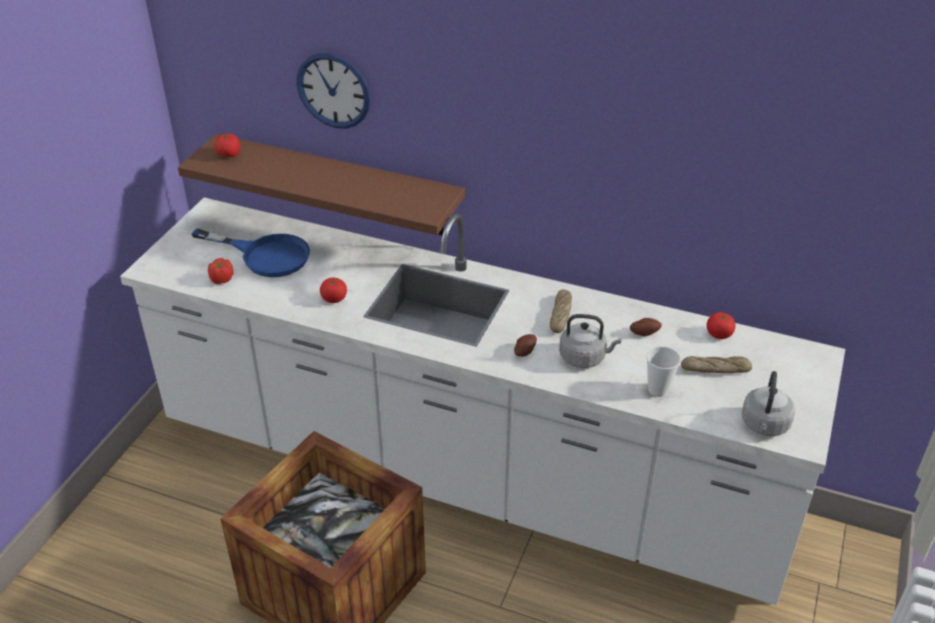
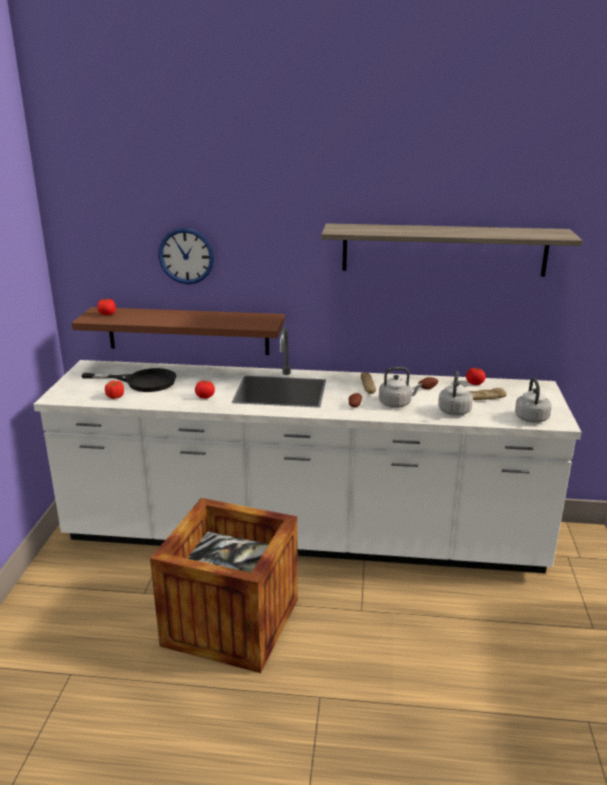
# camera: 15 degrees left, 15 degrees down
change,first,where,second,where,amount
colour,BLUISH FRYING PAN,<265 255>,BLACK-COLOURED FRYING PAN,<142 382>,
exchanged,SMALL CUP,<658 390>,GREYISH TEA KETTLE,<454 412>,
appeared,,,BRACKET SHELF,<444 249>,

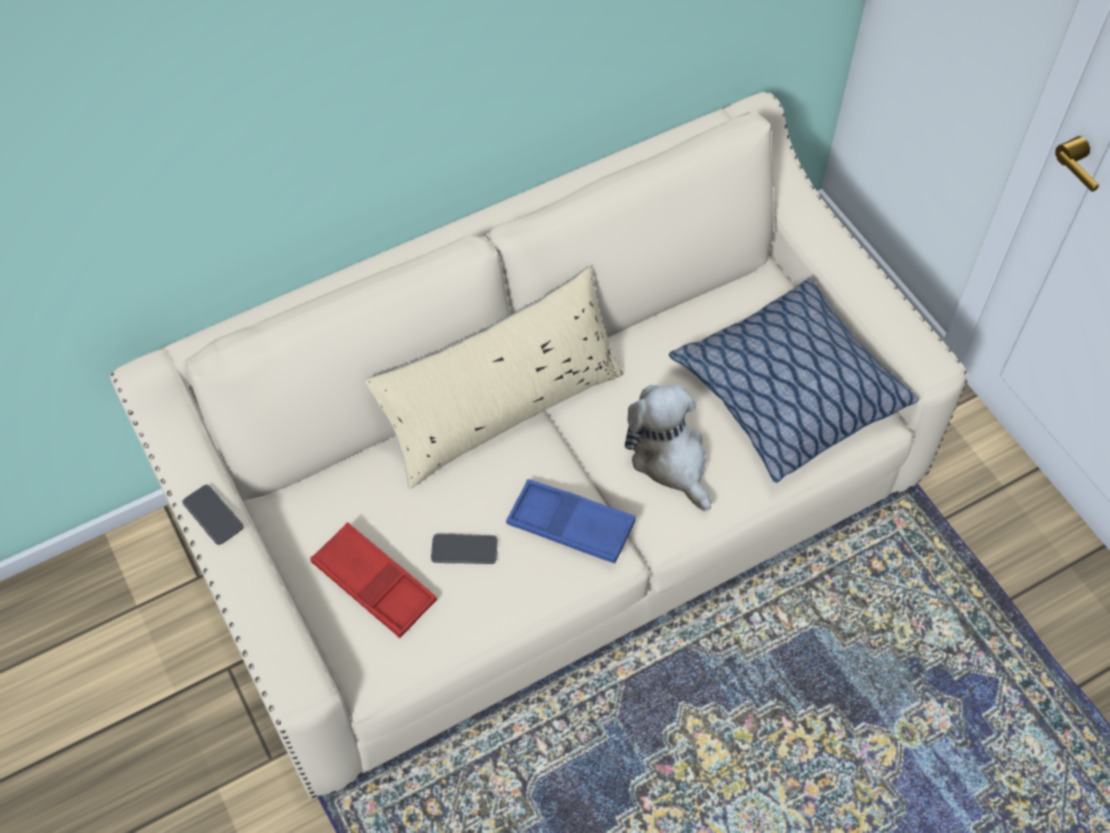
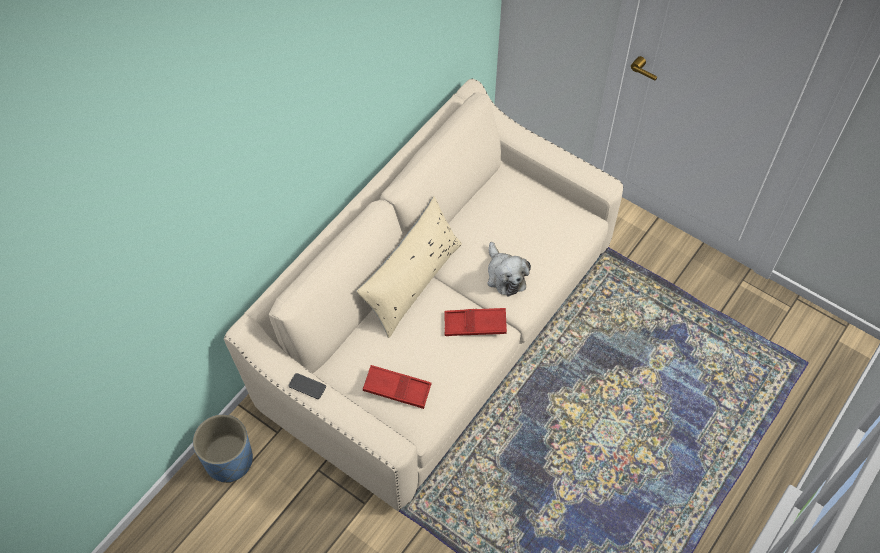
# camera: 25 degrees left, 0 degrees up
change,first,where,second,where,amount
missing,PILLOW,<788 393>,,,
spun,SOFT TOY,<670 459>,,<505 275>,150 degrees counterclockwise
colour,BLUISH TRAY,<570 525>,RED TRAY,<475 325>,
missing,HANDSET,<464 549>,,,
appeared,,,BLUISH PLANT POT,<229 460>,

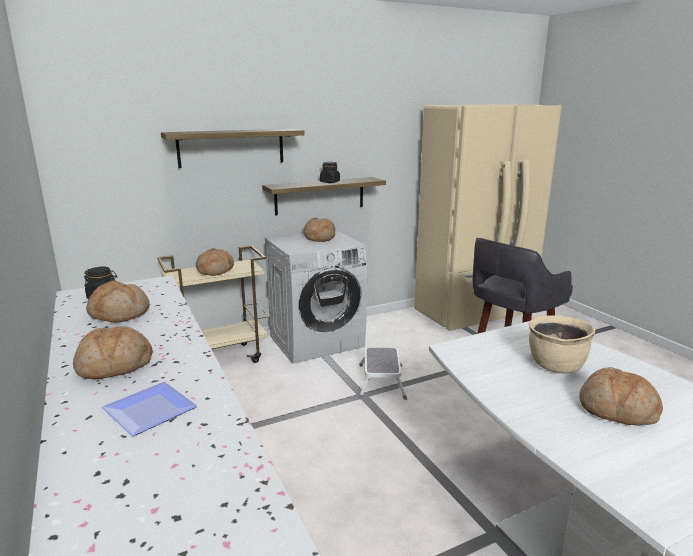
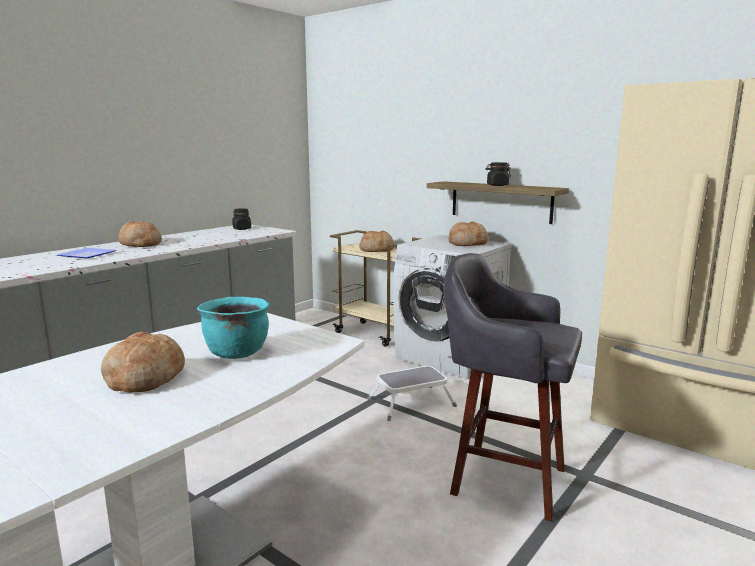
# camera: 65 degrees right, 5 degrees down
change,first,where,second,where,amount
missing,BRACKET SHELF,<231 147>,,,
missing,BAKED BREAD,<119 313>,,,
colour,SAND-COLOURED STOCKPOT,<555 366>,TURQUOISE-COLOURED STOCKPOT,<236 352>,

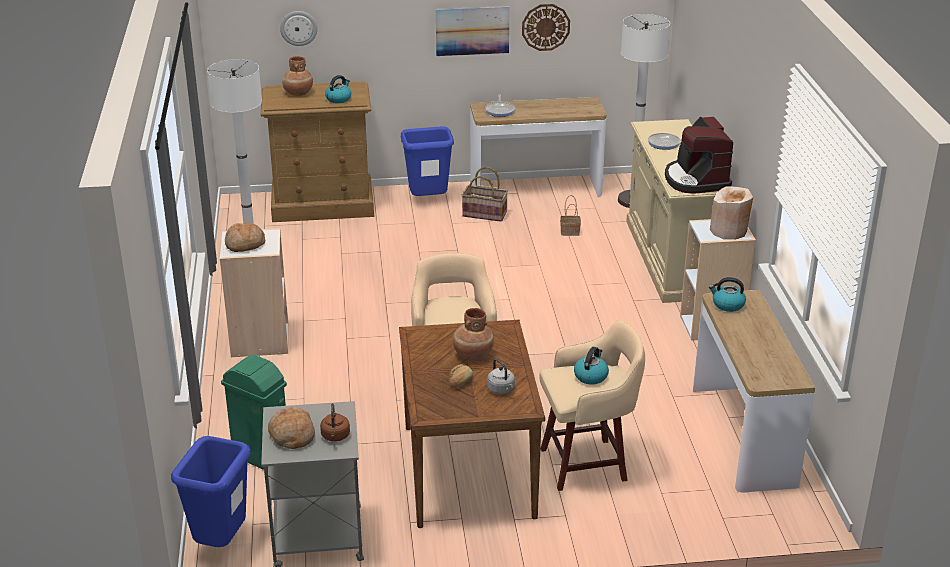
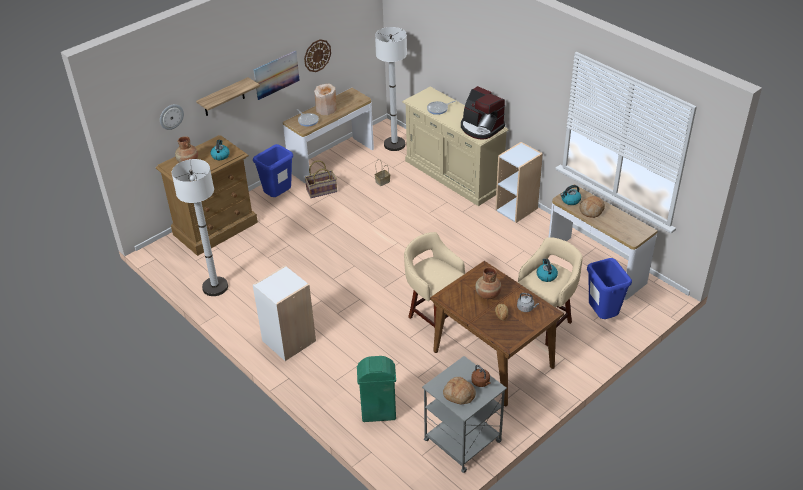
# camera: 35 degrees left, 10 degrees up
change,first,where,second,where,amount
relocated,SAND-COLOURED FLOWER VASE,<729 230>,,<326 109>,
relocated,BAKED BREAD,<245 244>,,<591 210>,
relocated,BLUISH WASTE BIN,<221 543>,,<602 315>,
appeared,,,BRACKET SHELF,<224 97>,

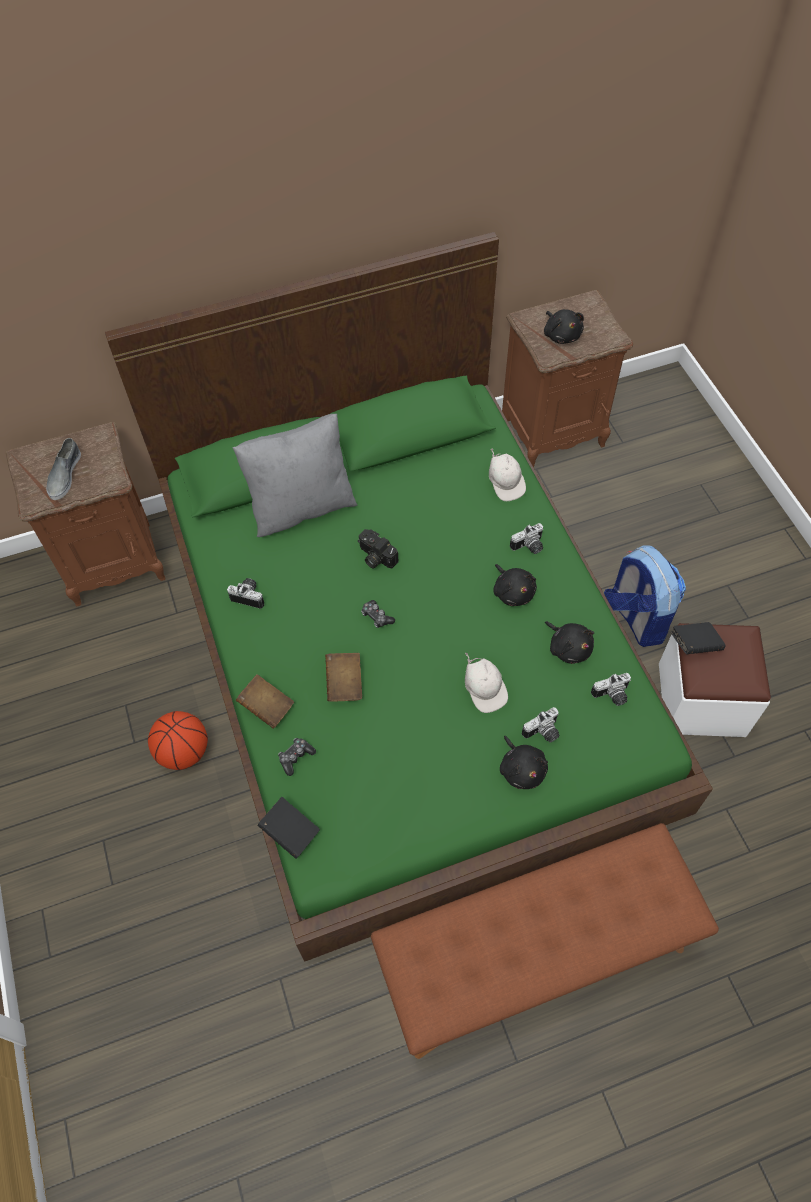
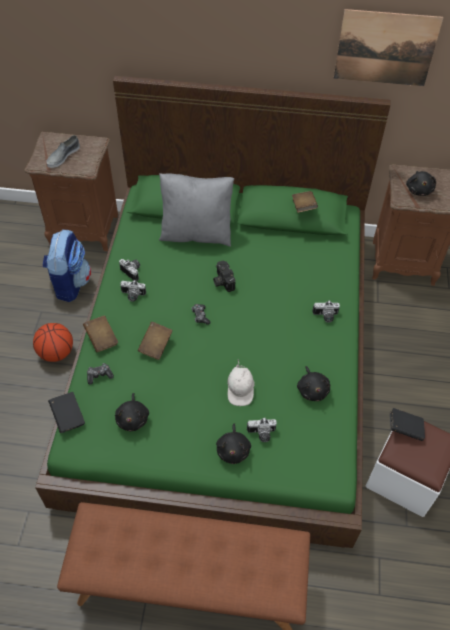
# camera: 25 degrees right, 5 degrees down
change,first,where,second,where,amount
missing,WHITISH PEAKED CAP,<505 483>,,,
relocated,KNAPSACK,<635 618>,,<70 283>,
relocated,BLACK-COLOURED SOFT TOY,<513 591>,,<133 418>,
relocated,STILL CAMERA,<612 696>,,<132 296>,
appeared,,,WALL PICTURE,<385 48>,
appeared,,,BROWN BOOK,<303 207>,

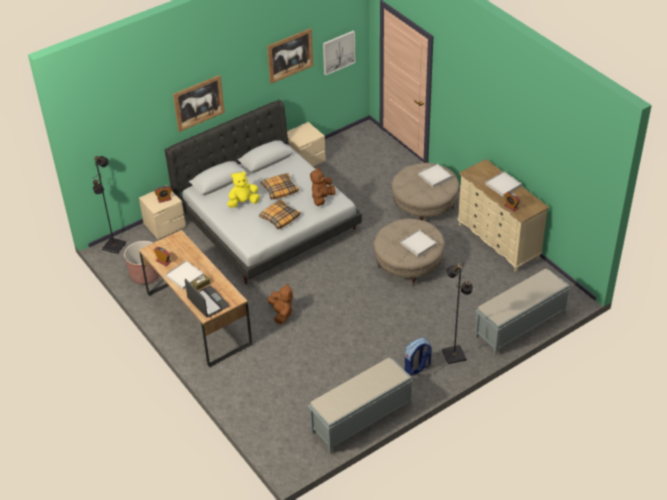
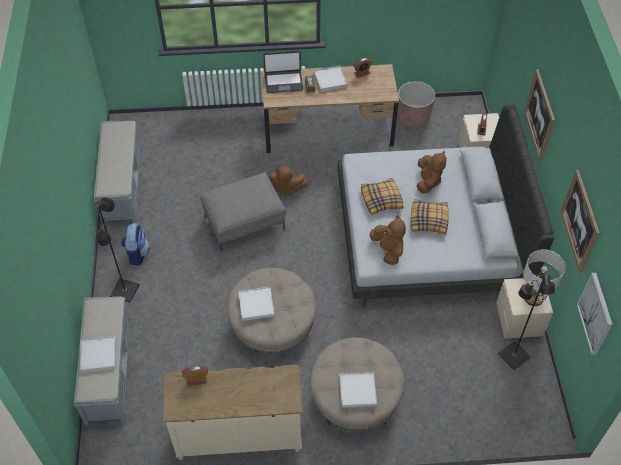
# camera: 120 degrees right, 10 degrees up
change,first,where,second,where,amount
relocated,BLACK-COLOURED FLOOR LAMP,<114 246>,,<513 355>,
relocated,WHITISH TRAY,<503 185>,,<98 355>,
colour,YELLOW SOFT TOY,<243 202>,BROWN SOFT TOY,<428 181>,
appeared,,,GREYISH FOOTREST,<244 222>,
appeared,,,LAMP FOR A TABLE,<533 298>,

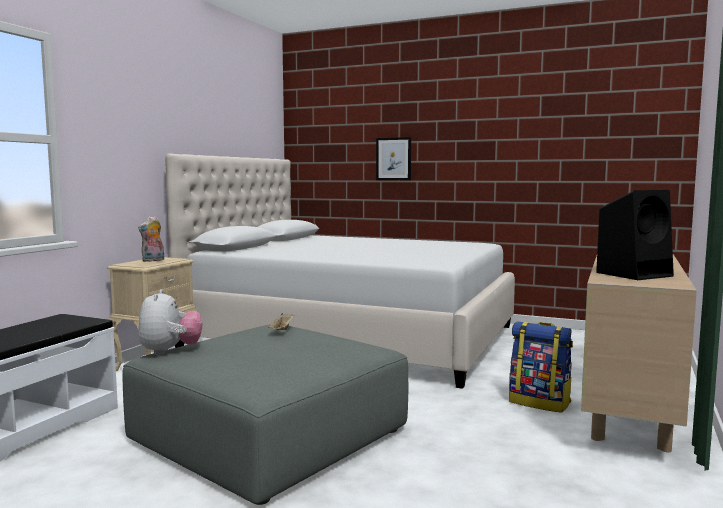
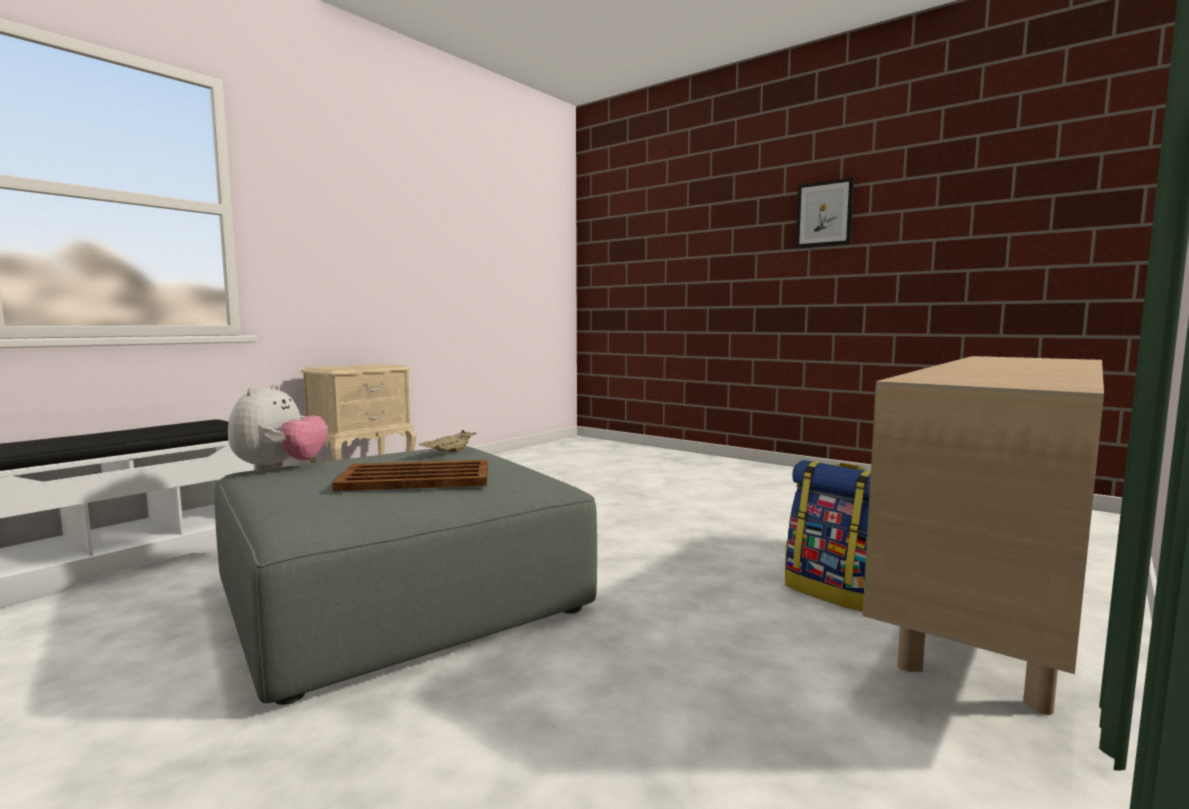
# camera: 15 degrees right, 0 degrees up
change,first,where,second,where,amount
relocated,WALL PICTURE,<393 159>,,<824 214>,
missing,WHITISH BED,<353 336>,,,
missing,BLACK-COLOURED AUDIO SPEAKER,<634 274>,,,
missing,SOFT TOY,<153 260>,,,
appeared,,,BROWN TRAY,<414 478>,

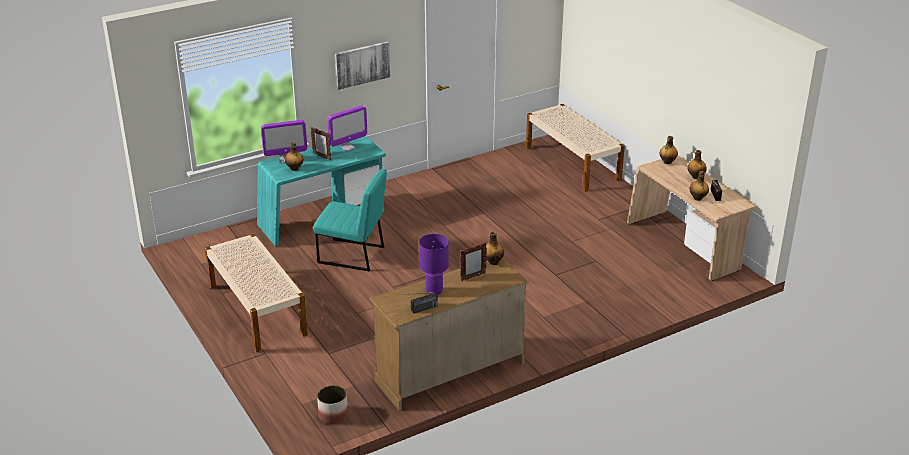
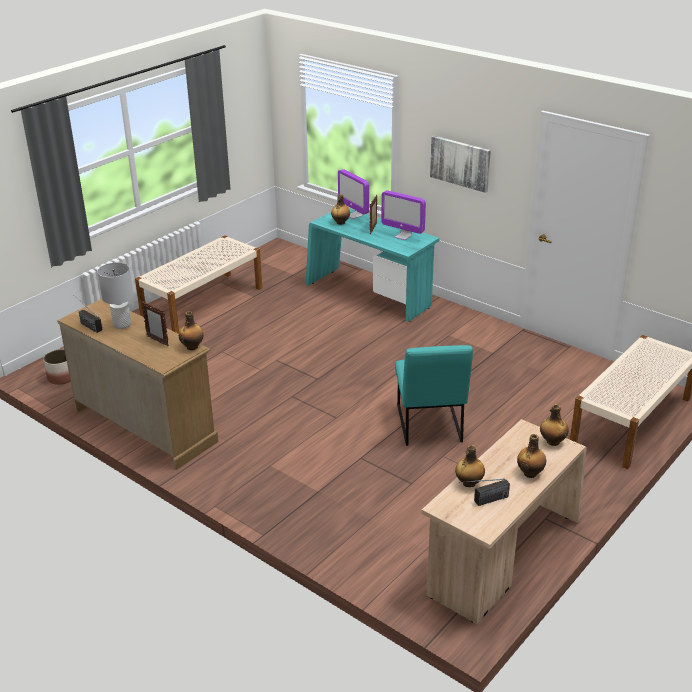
# camera: 70 degrees right, 0 degrees up
change,first,where,second,where,amount
relocated,TURQUOISE-COLOURED CHAIR,<353 255>,,<429 425>,
colour,PURPLE-COLOURED LAMP FOR A TABLE,<434 292>,GREYISH LAMP FOR A TABLE,<122 326>,

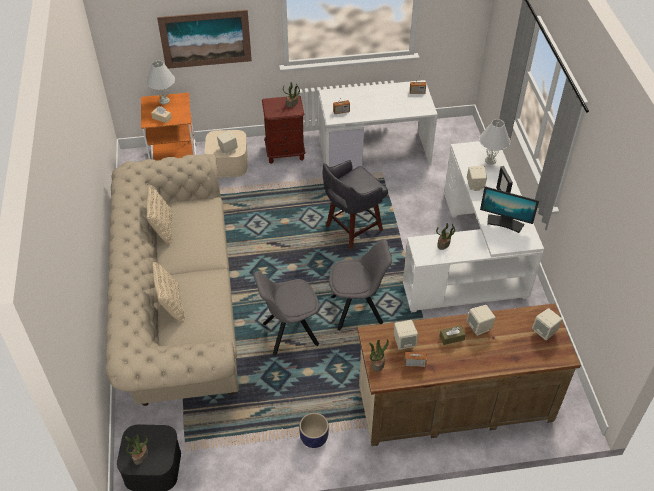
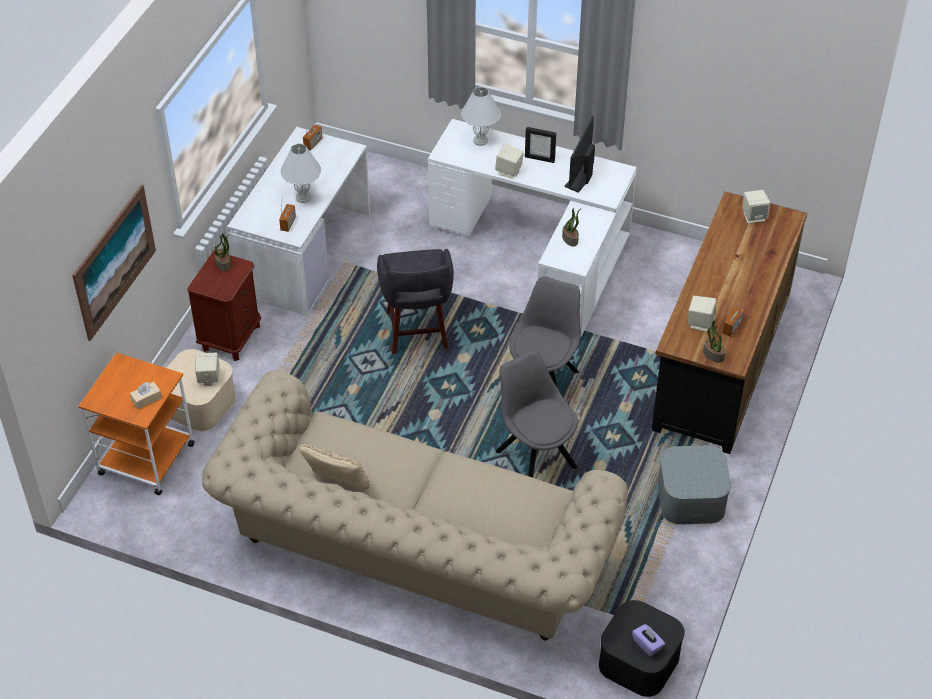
# camera: 60 degrees left, 0 degrees up
change,first,where,second,where,amount
relocated,WHITISH LAMP FOR A TABLE,<164 101>,,<303 197>,
spun,COMPUTER DISPLAY,<505 223>,,<580 176>,150 degrees clockwise
missing,SAND-COLOURED PILLOW,<171 306>,,,
spun,GREYISH CHAIR,<289 333>,,<535 459>,135 degrees clockwise
colour,SAND-COLOURED CHEST OF DRAWERS,<453 404>,BLACK-COLOURED CHEST OF DRAWERS,<720 364>,
missing,SAND-COLOURED AUDIO SPEAKER,<479 327>,,,
missing,BROWN TISSUE BOX,<452 338>,,,
exchanged,PLANT POT,<314 438>,GREYISH STORAGE BOX,<691 497>,
exchanged,PLANT IN A POT,<140 455>,PURPLE-COLOURED TISSUE BOX,<647 645>,

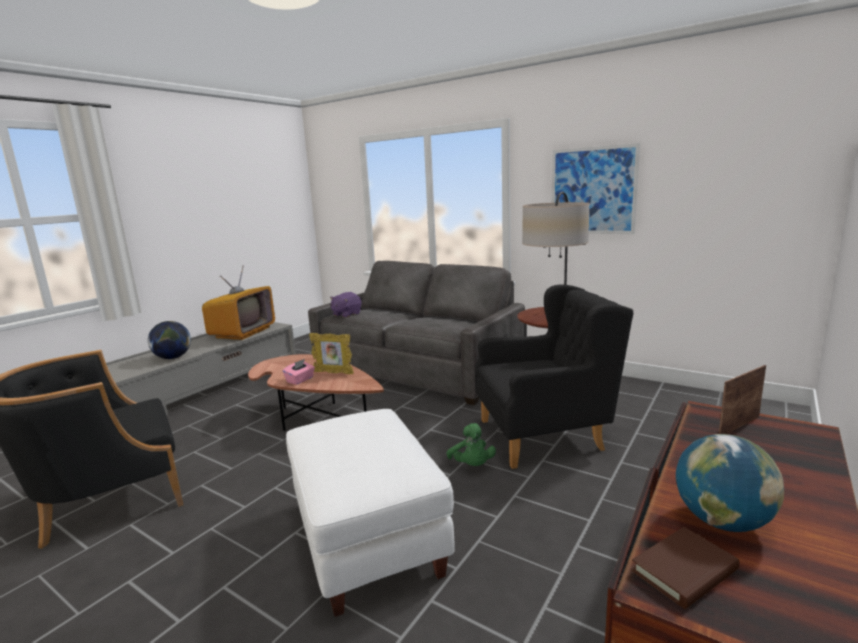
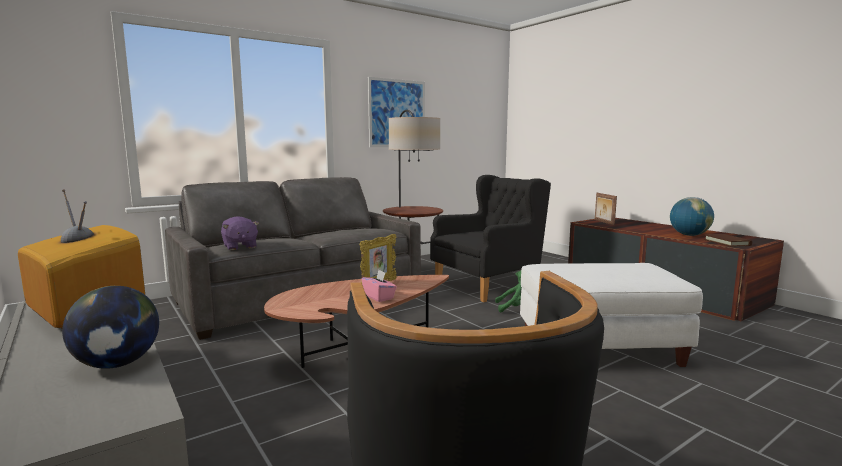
# camera: 70 degrees left, 5 degrees down
change,first,where,second,where,amount
spun,BLACK-COLOURED LOUNGE CHAIR,<545 435>,,<488 285>,45 degrees clockwise

